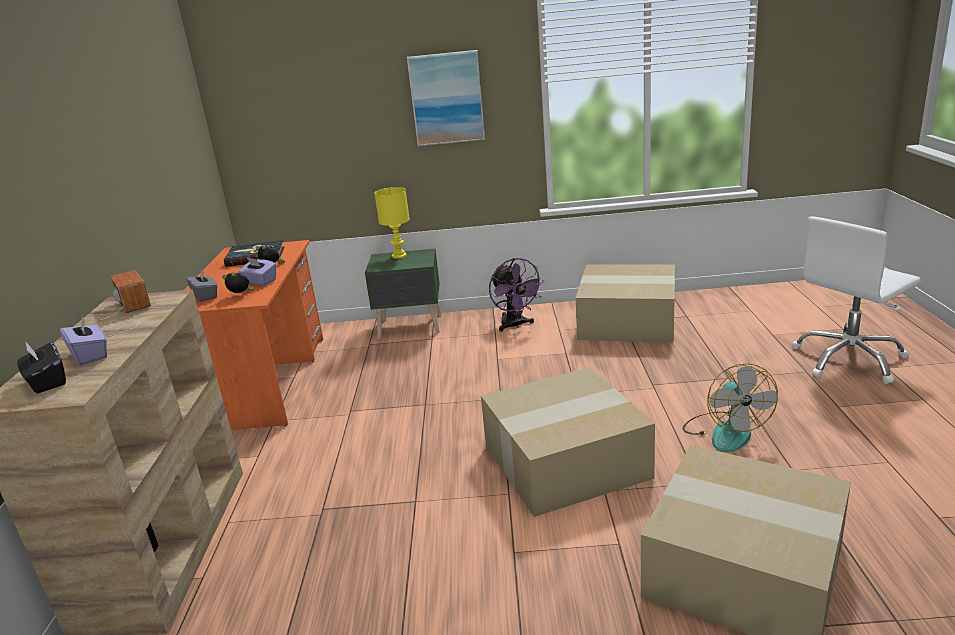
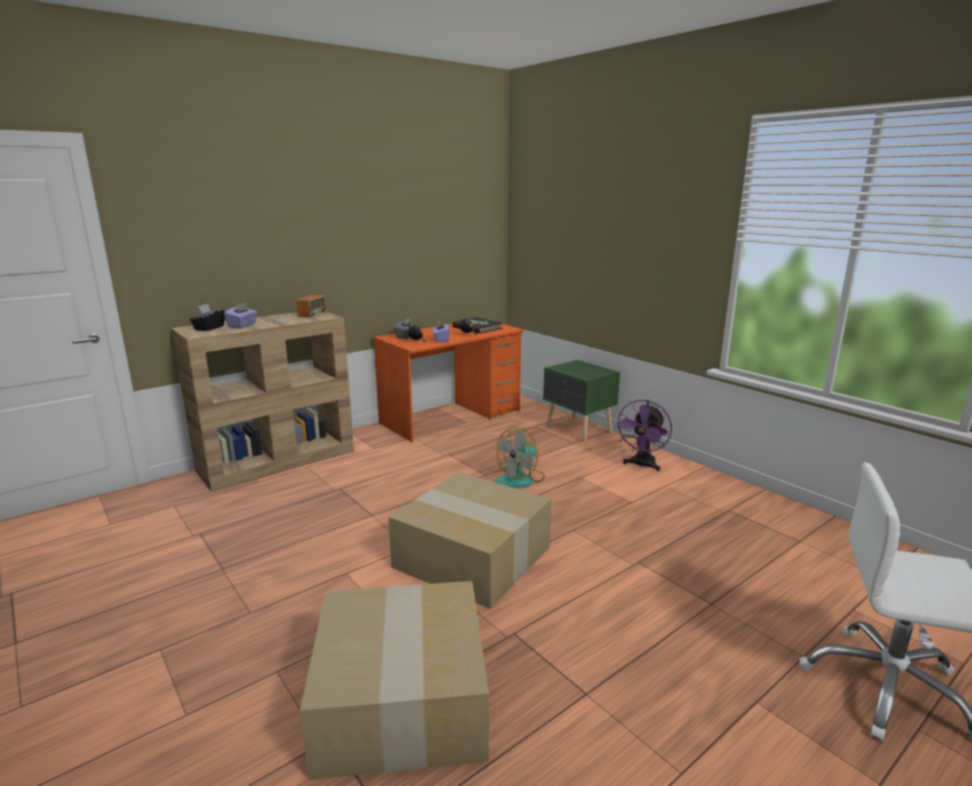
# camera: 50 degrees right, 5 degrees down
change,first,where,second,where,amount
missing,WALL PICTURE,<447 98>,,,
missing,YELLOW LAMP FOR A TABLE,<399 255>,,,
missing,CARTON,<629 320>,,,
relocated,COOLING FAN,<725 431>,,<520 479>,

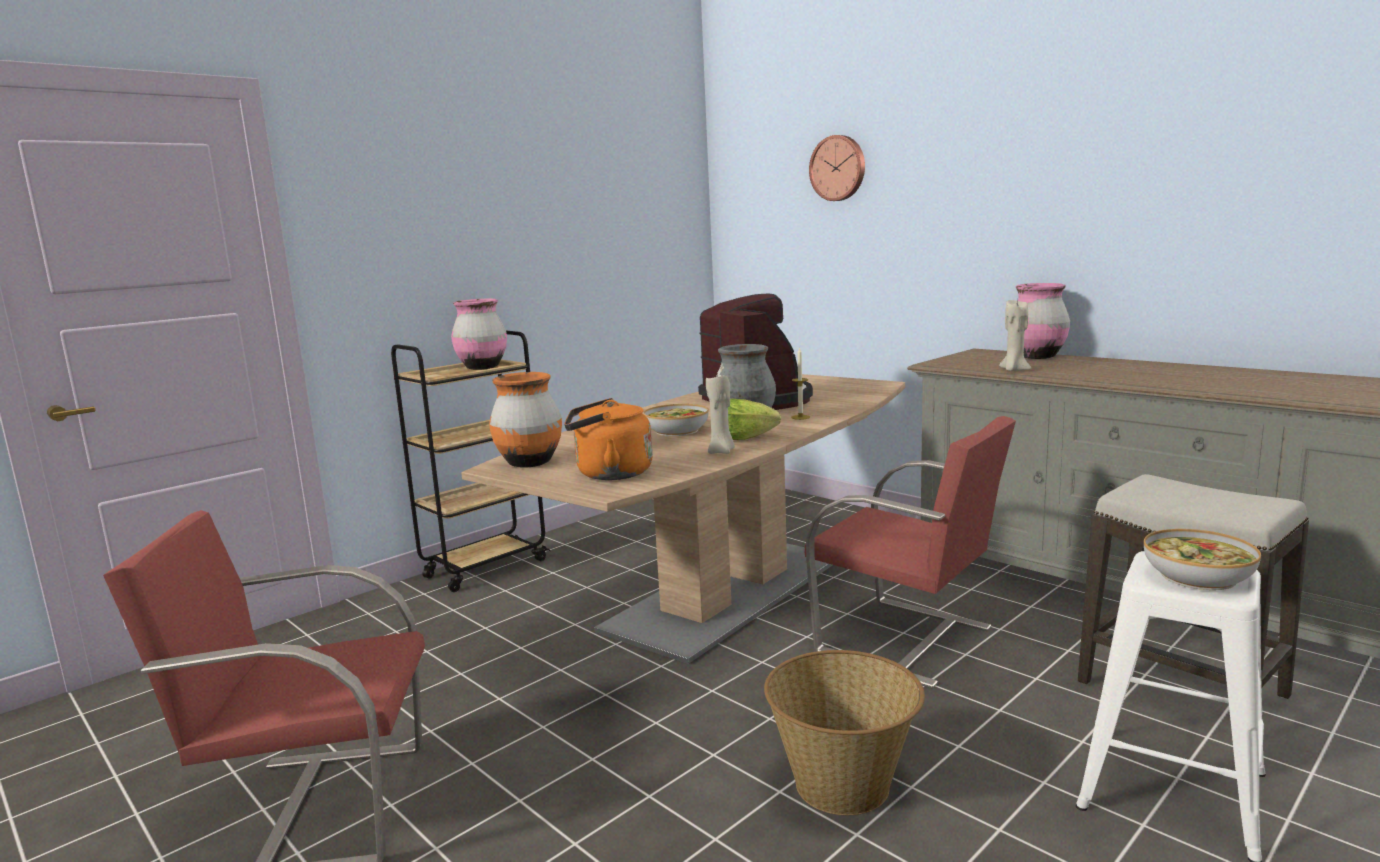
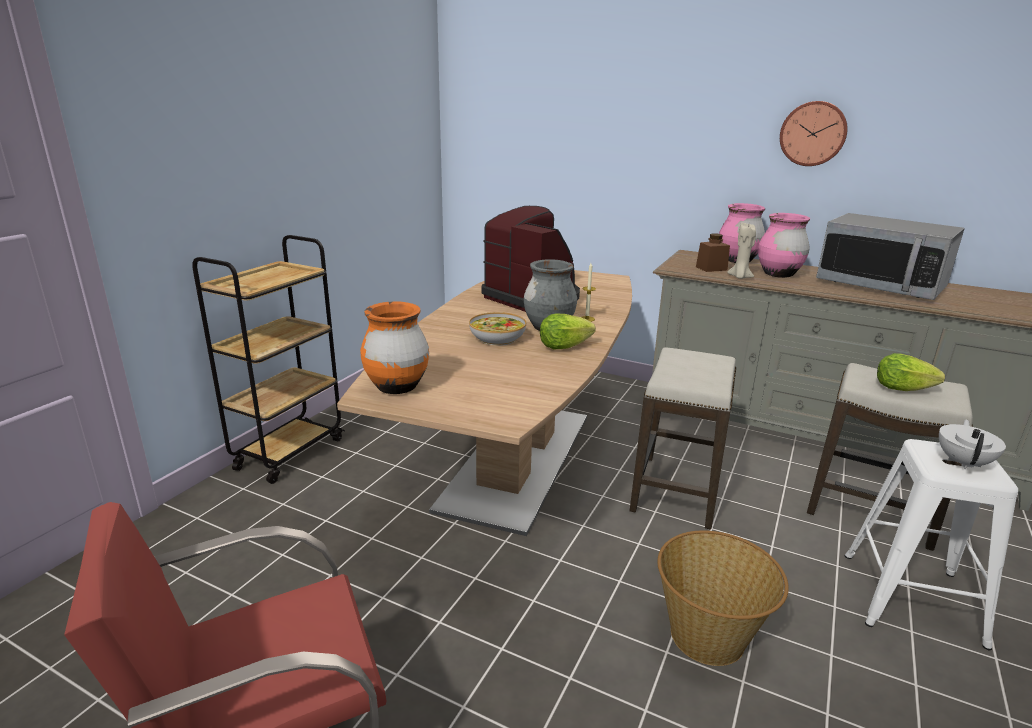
# camera: 20 degrees left, 10 degrees up
change,first,where,second,where,amount
relocated,HANGING CLOCK,<838 168>,,<813 133>,
relocated,PINKISH FLOWER VASE,<482 367>,,<778 274>,
missing,SAND-COLOURED CANDLE,<721 451>,,,
missing,ORANGE-COLOURED TEA KETTLE,<609 474>,,,
exchanged,RED CHAIR,<907 641>,STOOL,<676 491>,
exchanged,BOWL,<1198 576>,WHITISH TEAPOT,<963 462>,
appeared,,,MICROWAVE OVEN,<880 285>,
appeared,,,BROWN STORAGE JAR,<711 268>,
appeared,,,LETTUCE,<901 388>,

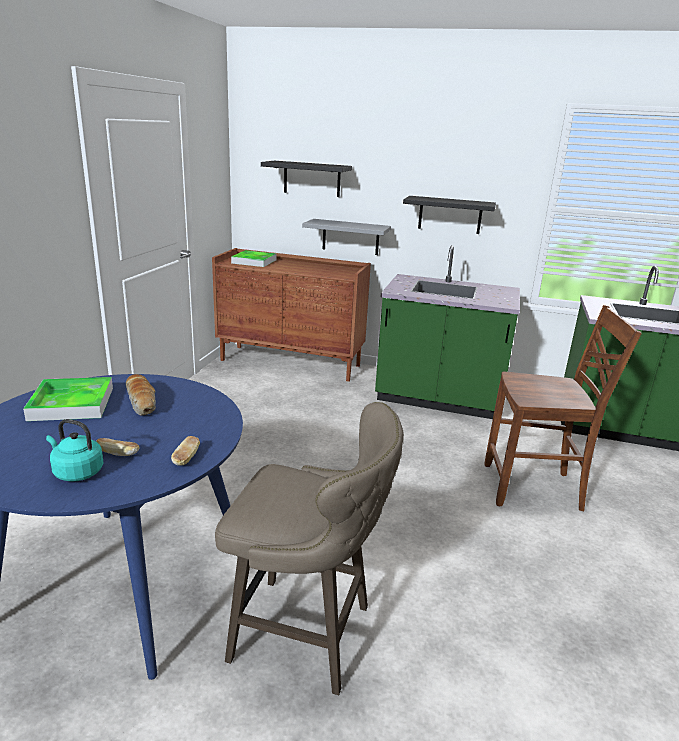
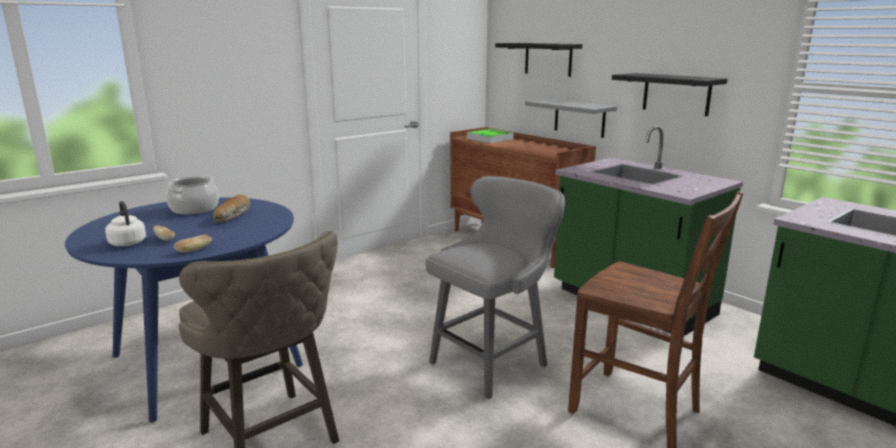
# camera: 35 degrees right, 5 degrees down
change,first,where,second,where,amount
exchanged,TRAY,<72 403>,STOCKPOT,<194 209>,
colour,TURQUOISE-COLOURED TEA KETTLE,<76 472>,WHITISH TEA KETTLE,<127 242>,
appeared,,,GREYISH STOOL,<492 362>,

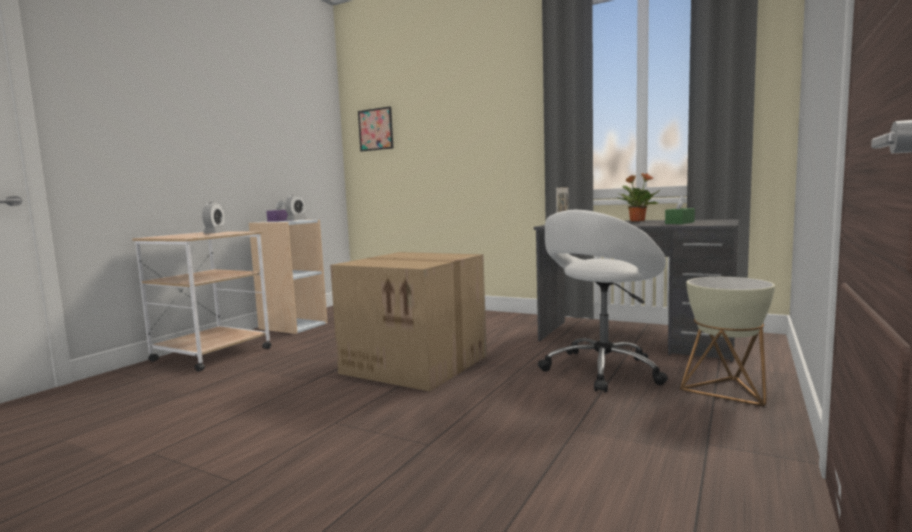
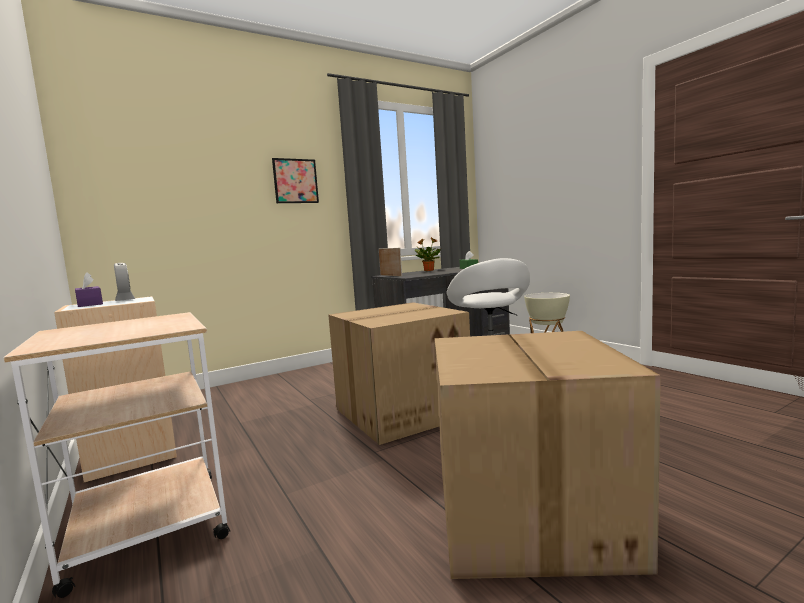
# camera: 60 degrees left, 0 degrees up
change,first,where,second,where,amount
relocated,WALL PICTURE,<376 129>,,<295 181>,
missing,BEDSIDE CLOCK,<215 233>,,,
appeared,,,CARTON,<532 515>,

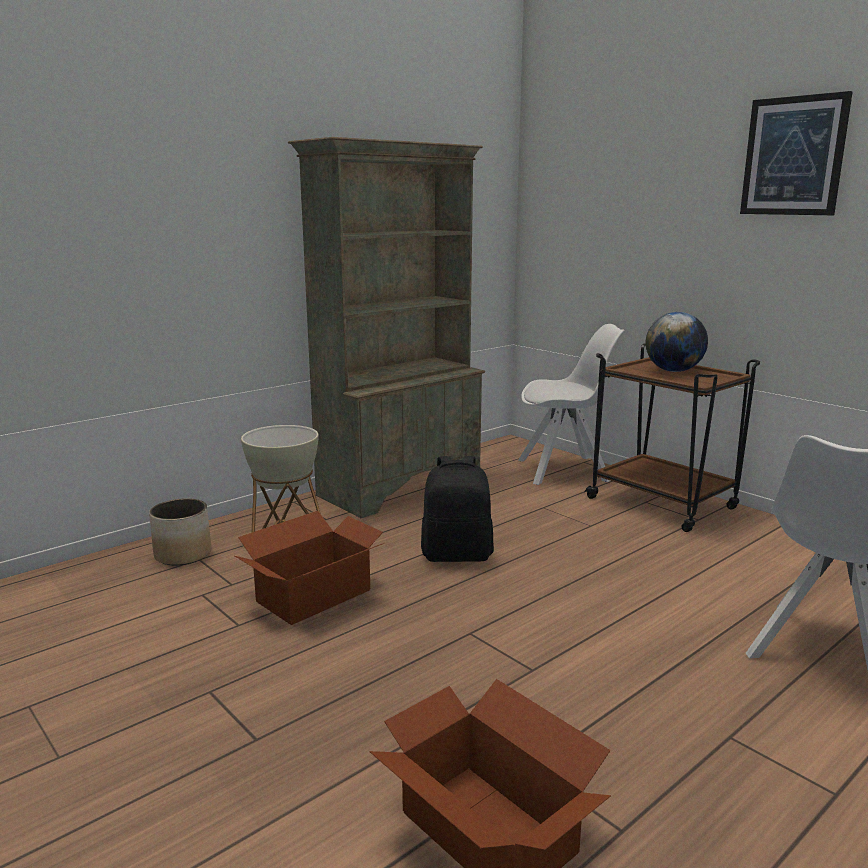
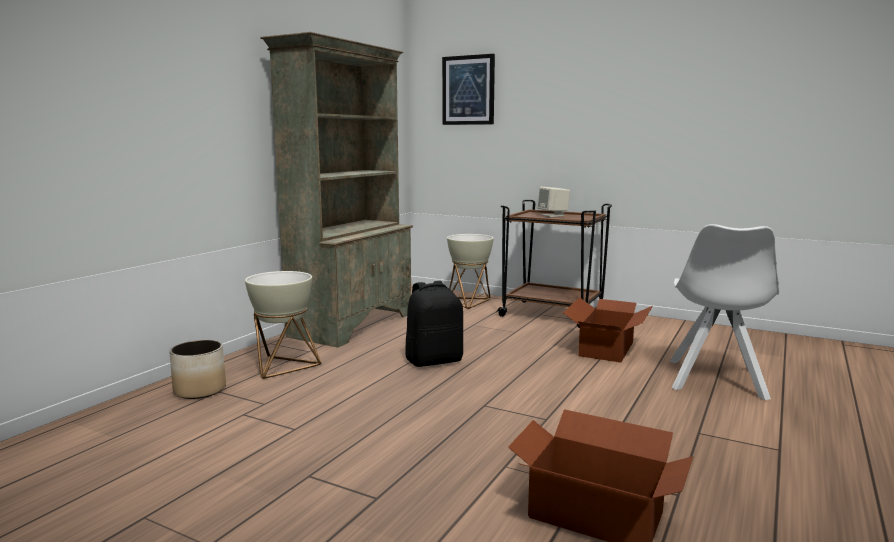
# camera: 20 degrees left, 5 degrees down
change,first,where,second,where,amount
relocated,WALL PICTURE,<793 156>,,<468 90>,
exchanged,DESK GLOBE,<673 371>,SAND-COLOURED AUDIO SPEAKER,<553 215>,
exchanged,WHITISH CHAIR,<564 470>,PLANT POT,<469 302>,
relocated,CARTON,<315 596>,,<607 349>,

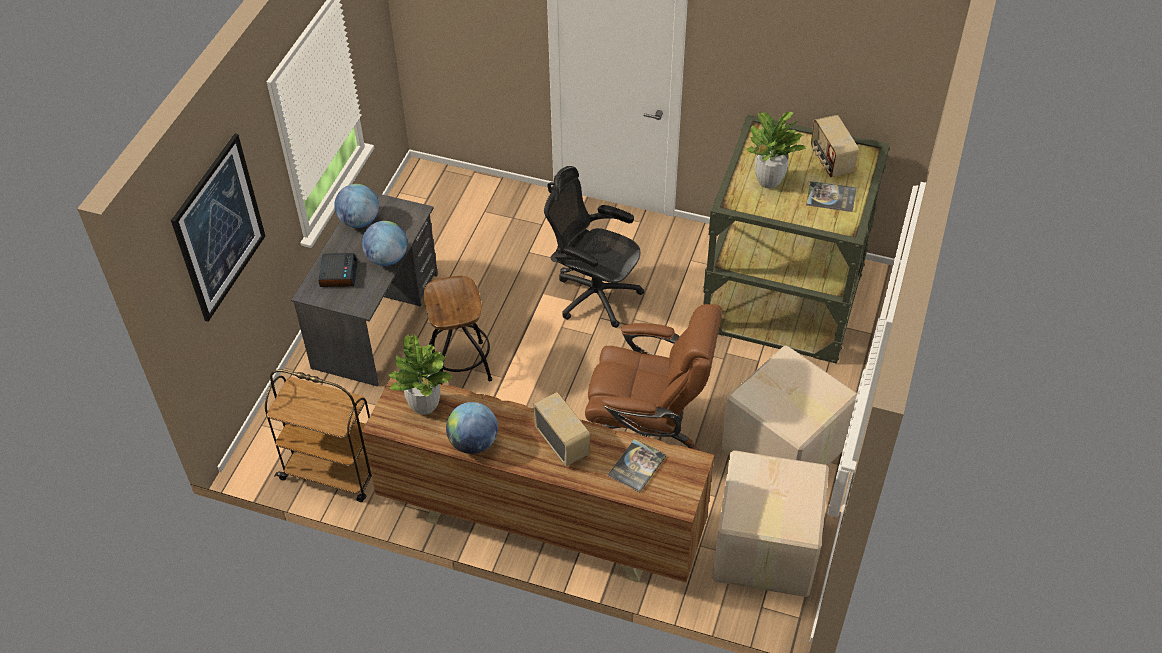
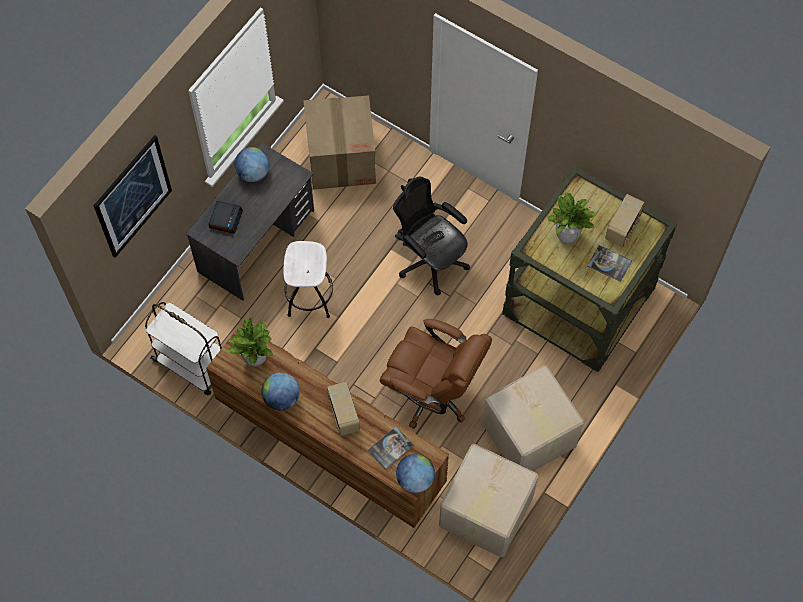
# camera: 15 degrees right, 15 degrees up
change,first,where,second,where,amount
spun,RADIO,<830 161>,,<623 228>,150 degrees counterclockwise
relocated,DESK GLOBE,<387 258>,,<415 479>,
colour,BROWN STOOL,<461 365>,WHITISH STOOL,<309 298>,
colour,BROWN CART,<332 474>,WHITISH CART,<192 367>,
appeared,,,CARTON,<341 158>,

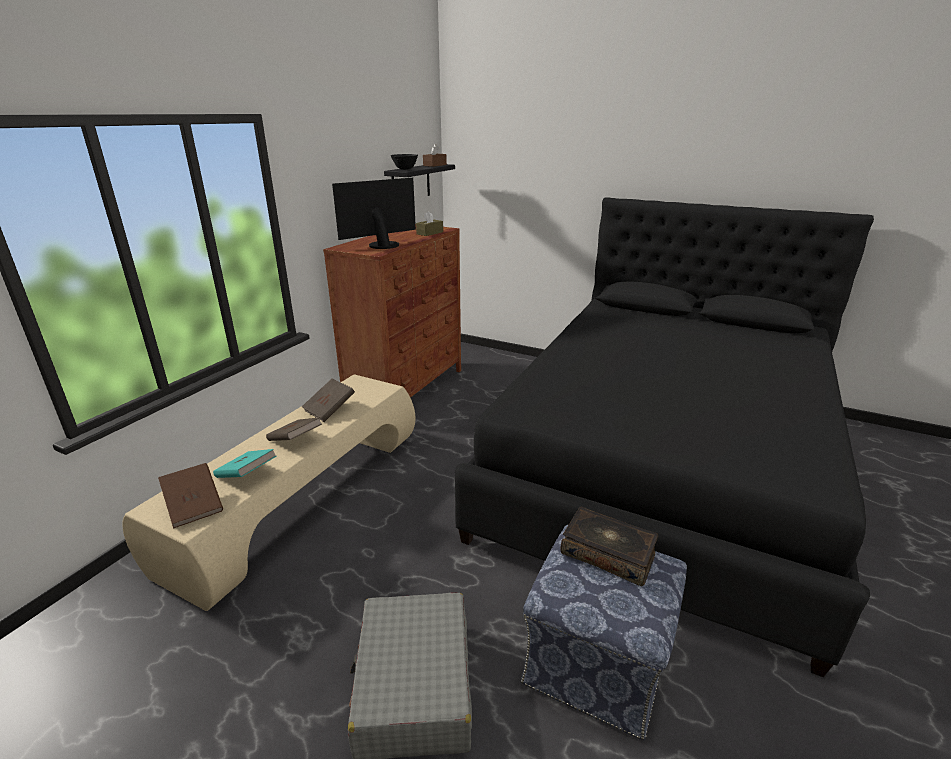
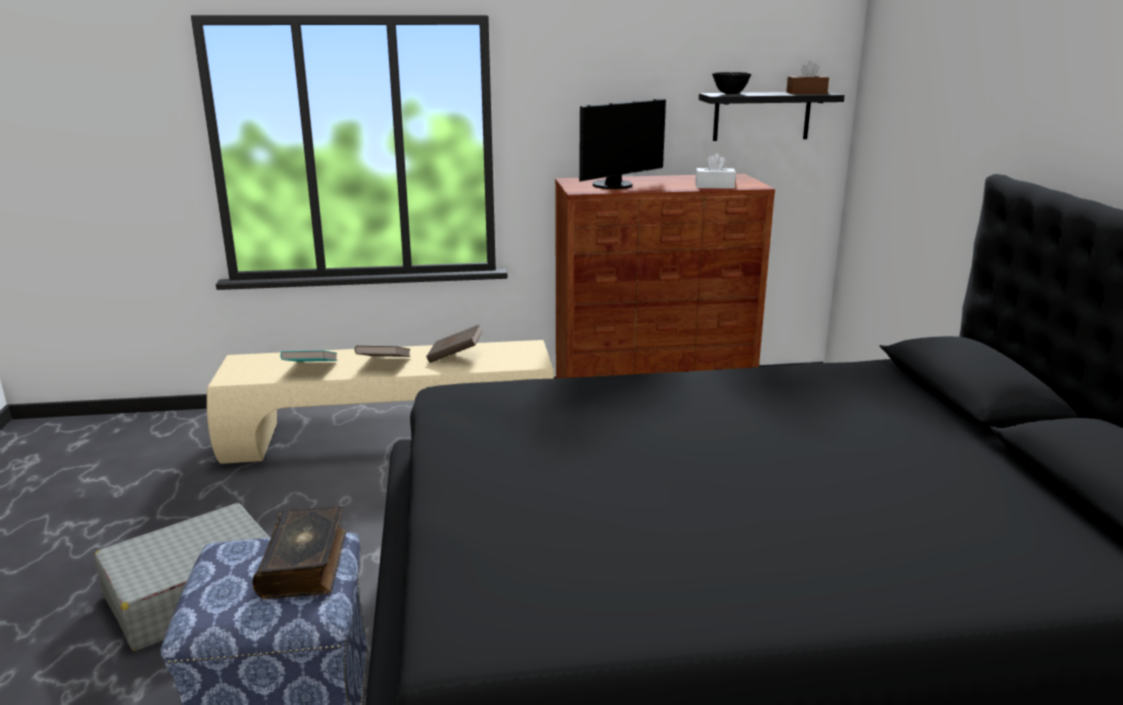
# camera: 55 degrees right, 5 degrees down
change,first,where,second,where,amount
spun,COMPUTER DISPLAY,<382 245>,,<616 186>,120 degrees clockwise
colour,BROWN TISSUE BOX,<430 233>,WHITISH TISSUE BOX,<714 186>,
missing,BROWN BOOK,<194 506>,,,

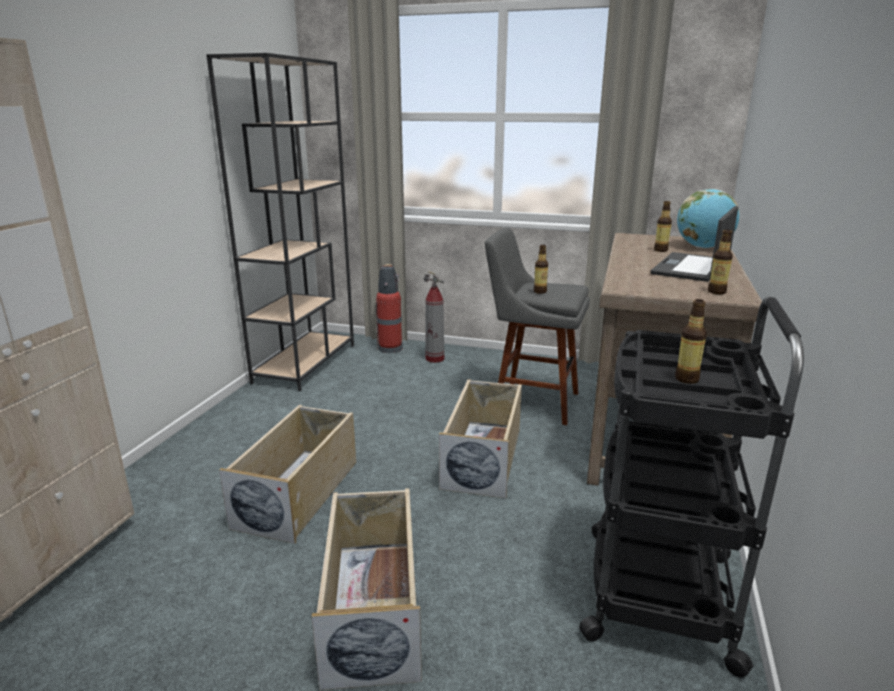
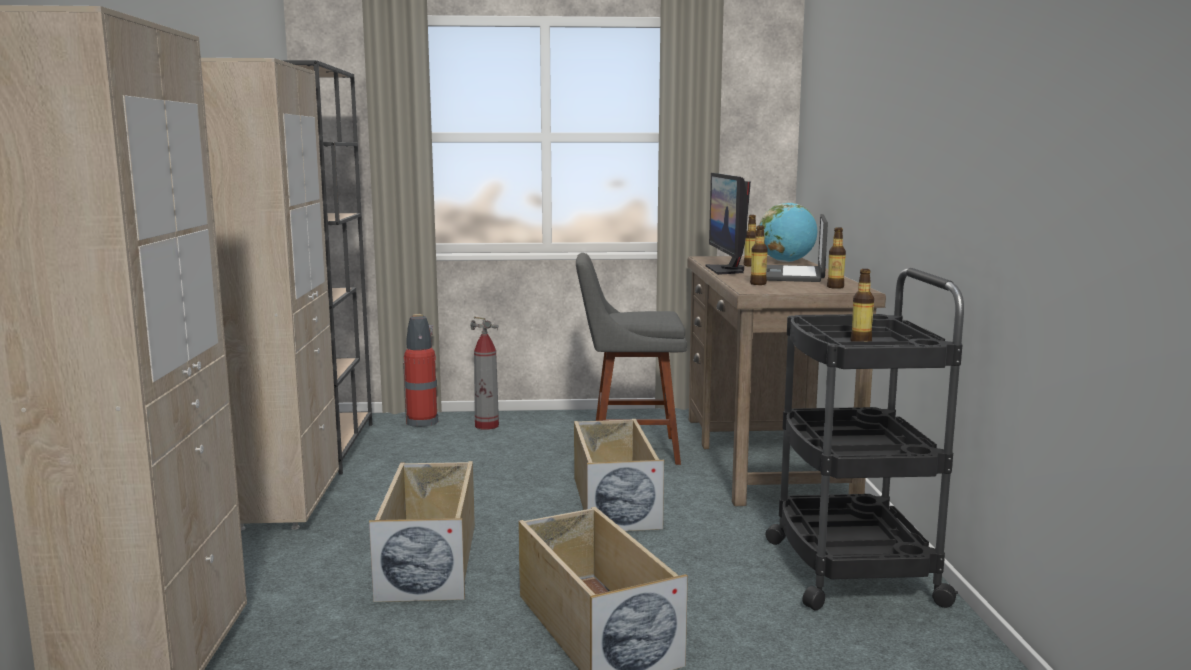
# camera: 20 degrees left, 10 degrees down
change,first,where,second,where,amount
relocated,BEVERAGE BOTTLE,<540 291>,,<758 284>,
appeared,,,SAND-COLOURED STORAGE CABINET,<285 505>,
appeared,,,COMPUTER DISPLAY,<727 270>,

